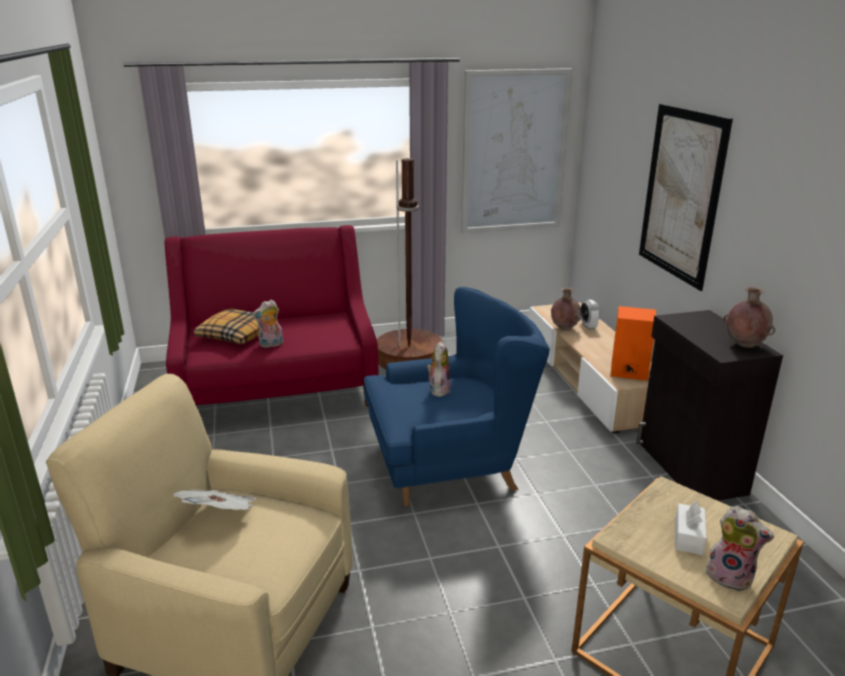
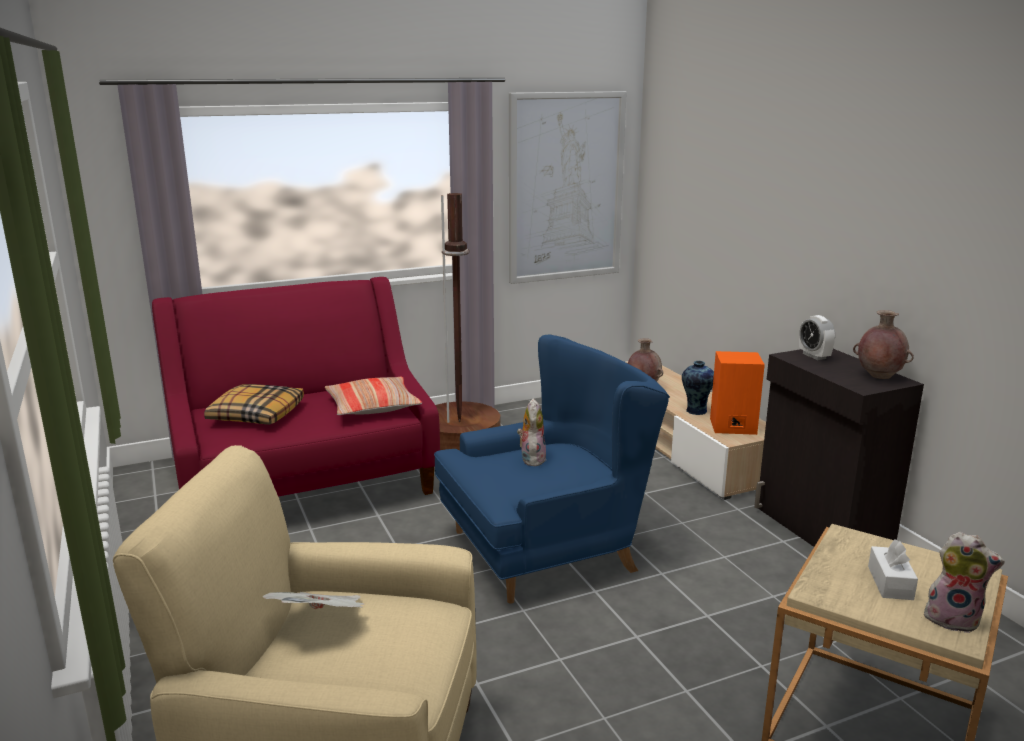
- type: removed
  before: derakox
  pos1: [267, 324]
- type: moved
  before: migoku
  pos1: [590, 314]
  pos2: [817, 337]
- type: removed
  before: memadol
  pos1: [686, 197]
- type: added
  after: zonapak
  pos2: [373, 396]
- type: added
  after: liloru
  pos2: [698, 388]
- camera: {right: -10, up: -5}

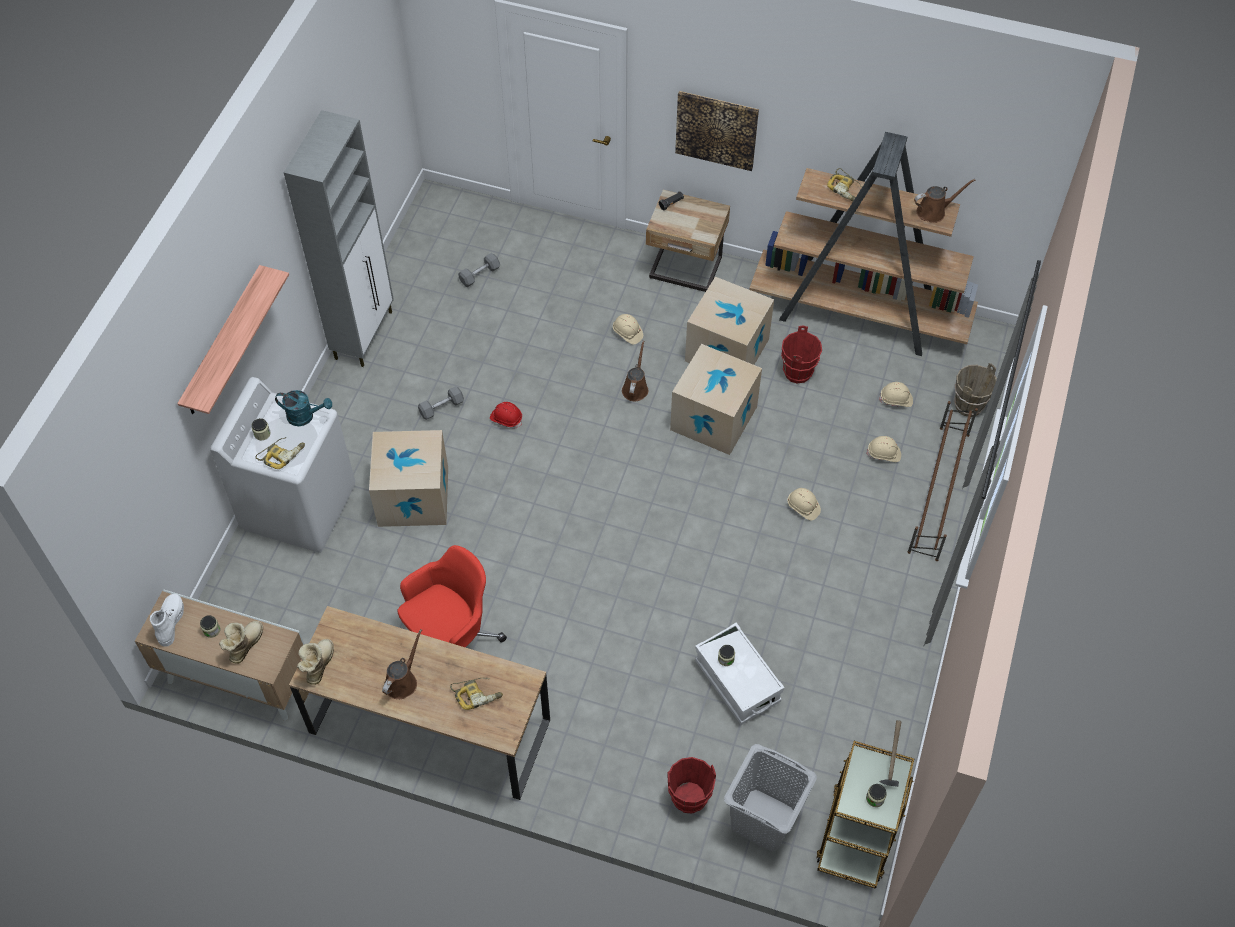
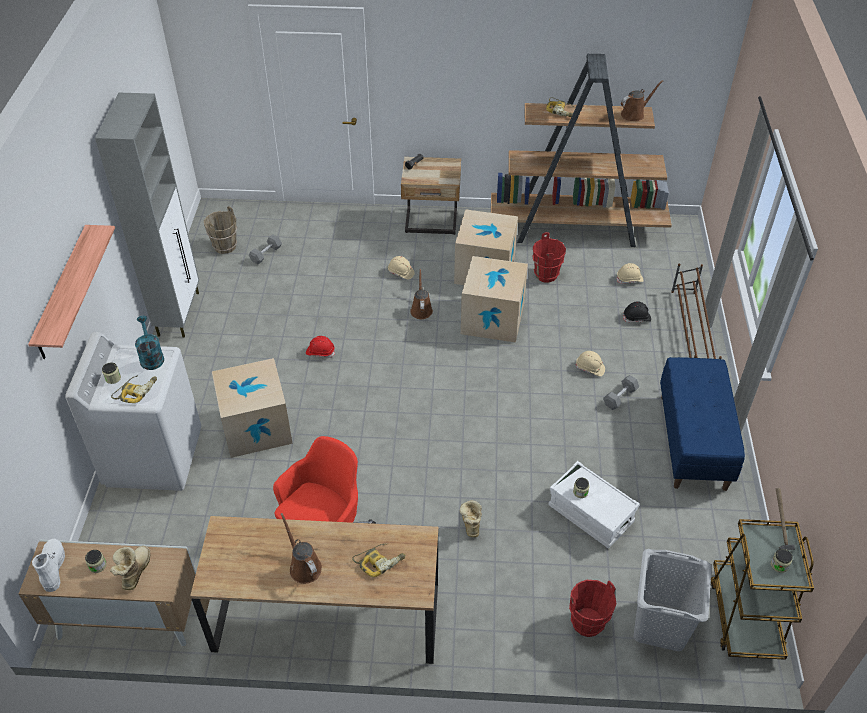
- type: turned
  before: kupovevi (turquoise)
  pos1: [303, 408]
  pos2: [149, 343]
  turn: -105
- type: moved
  before: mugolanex
  pos1: [315, 662]
  pos2: [471, 518]
- type: turned
  before: kupovevi (brown)
  pos1: [402, 664]
  pos2: [301, 548]
  turn: -45
- type: moved
  before: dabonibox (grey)
  pos1: [441, 403]
  pos2: [621, 392]
- type: removed
  before: memadol
  pos1: [717, 131]
- type: recoloured
  before: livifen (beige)
  after: livifen (black)
  pos1: [884, 449]
  pos2: [637, 311]
- type: moved
  before: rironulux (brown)
  pos1: [975, 390]
  pos2: [220, 230]
- type: added
  after: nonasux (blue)
  pos2: [702, 424]
- camera: {right: -15, up: -10}

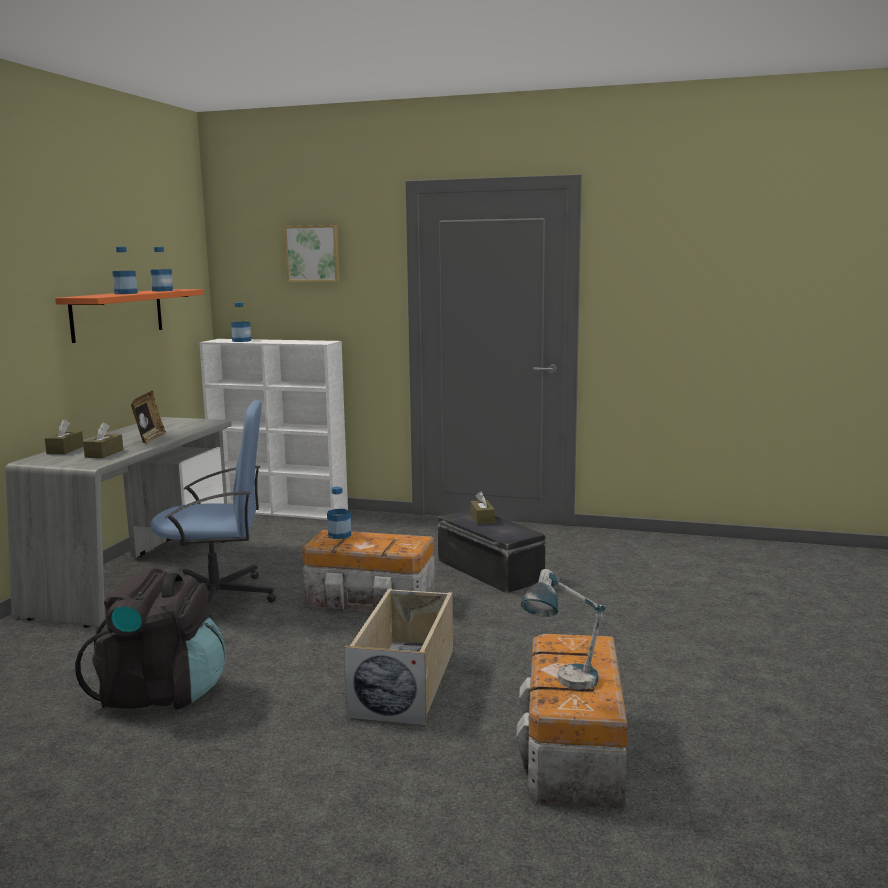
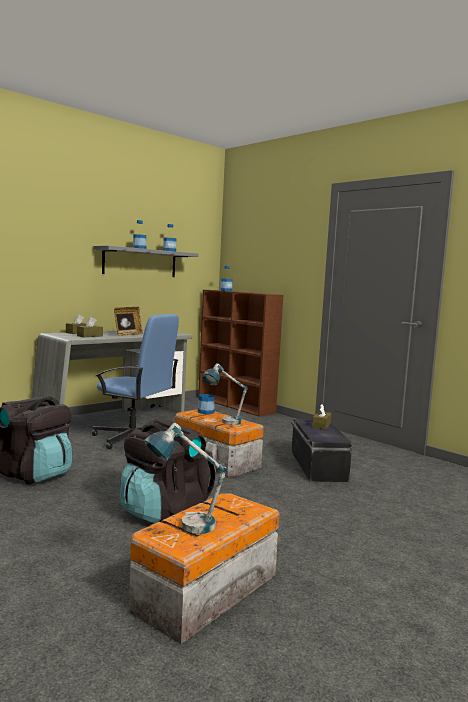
- type: recoloured
  before: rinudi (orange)
  after: rinudi (grey)
  pos1: [129, 316]
  pos2: [146, 261]
- type: recoloured
  before: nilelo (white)
  after: nilelo (brown)
  pos1: [273, 429]
  pos2: [240, 353]
- type: removed
  before: memadol
  pos1: [312, 253]
- type: replaced
  before: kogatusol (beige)
  after: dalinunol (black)
  pos1: [398, 656]
  pos2: [167, 470]
- type: added
  after: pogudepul
  pos2: [225, 394]
- camera: {right: 30, up: -5}

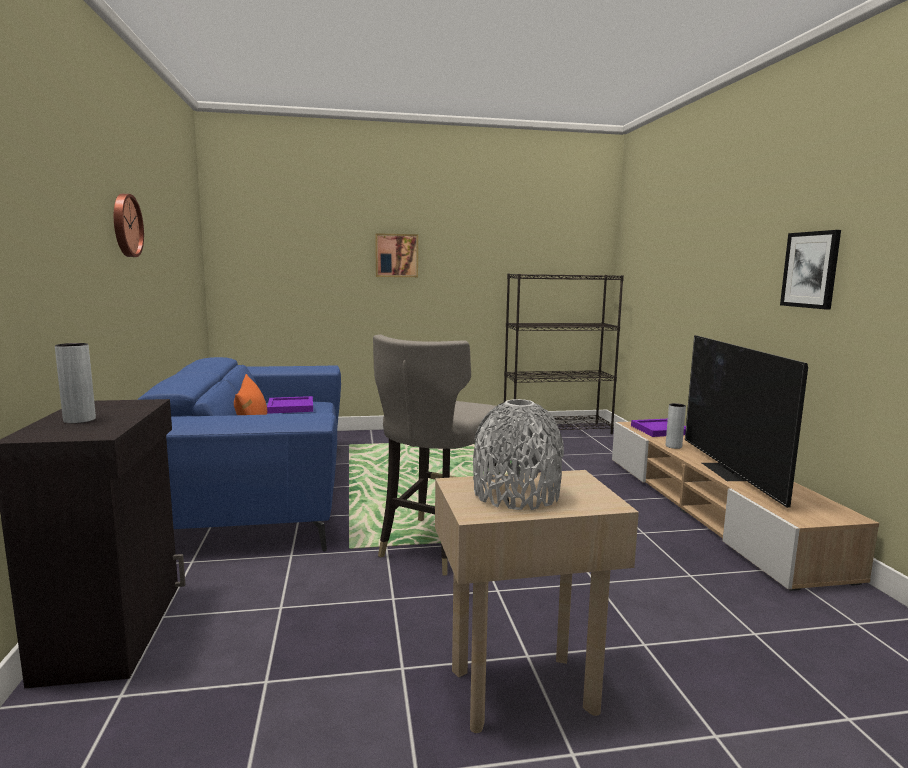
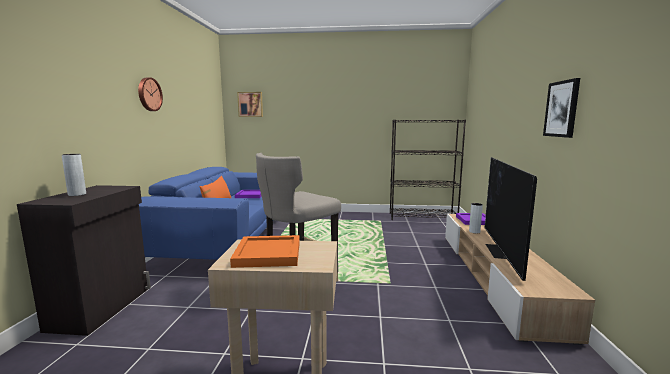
- type: moved
  before: memadol
  pos1: [396, 255]
  pos2: [250, 104]
- type: replaced
  before: liloru (grey)
  after: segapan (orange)
  pos1: [518, 454]
  pos2: [265, 251]
- camera: {right: 15, up: 0}

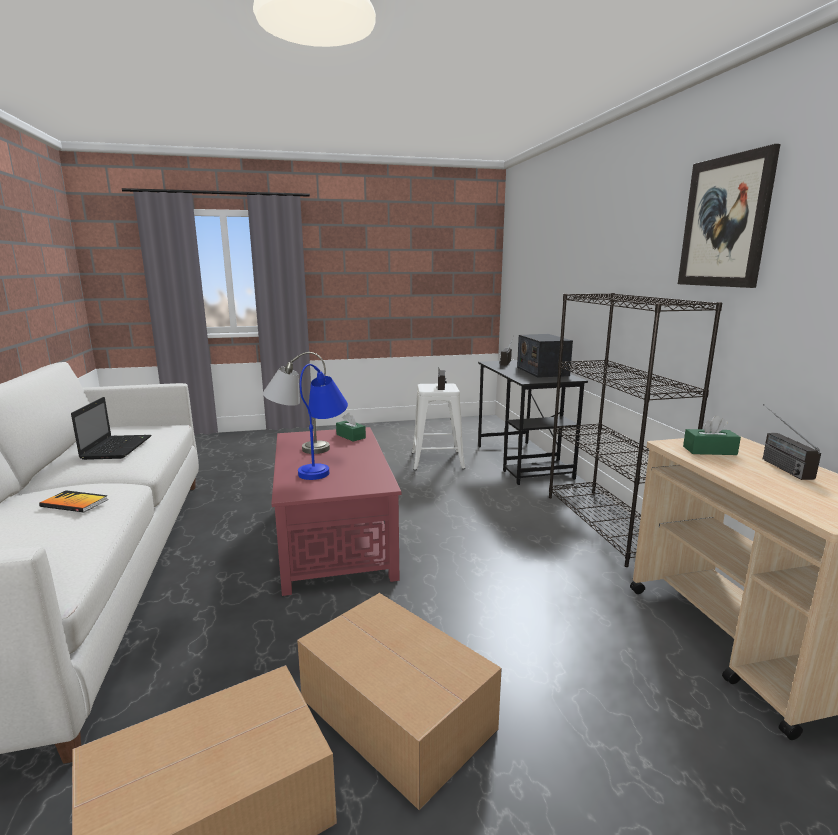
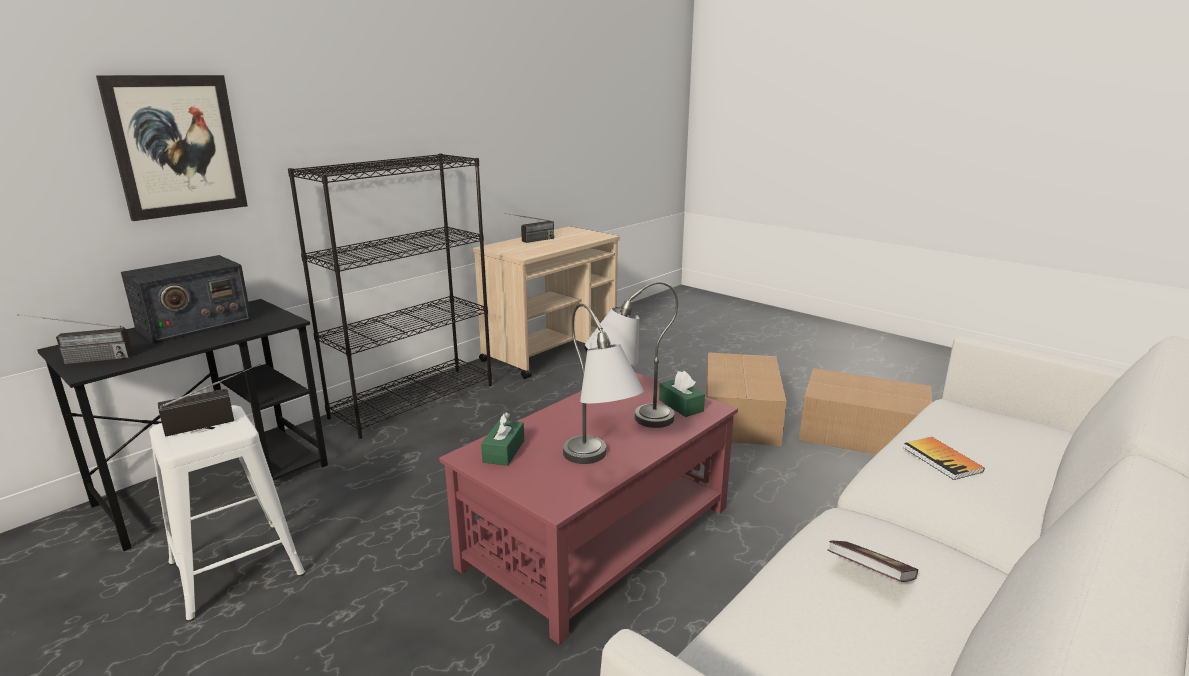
- type: replaced
  before: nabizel
  after: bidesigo
  pos1: [111, 428]
  pos2: [872, 561]
- type: recoloured
  before: pogudepul (blue)
  after: pogudepul (grey)
  pos1: [323, 422]
  pos2: [631, 355]
- type: moved
  before: memadol
  pos1: [729, 216]
  pos2: [172, 148]
- type: moved
  before: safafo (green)
  pos1: [712, 435]
  pos2: [682, 394]
- camera: {right: -125, up: 5}

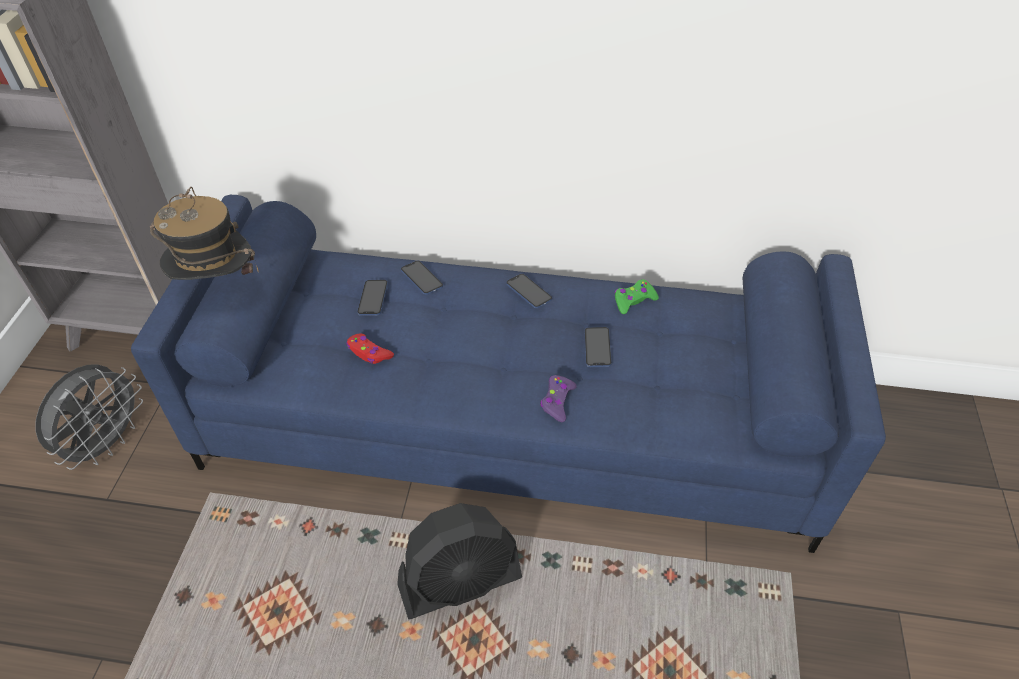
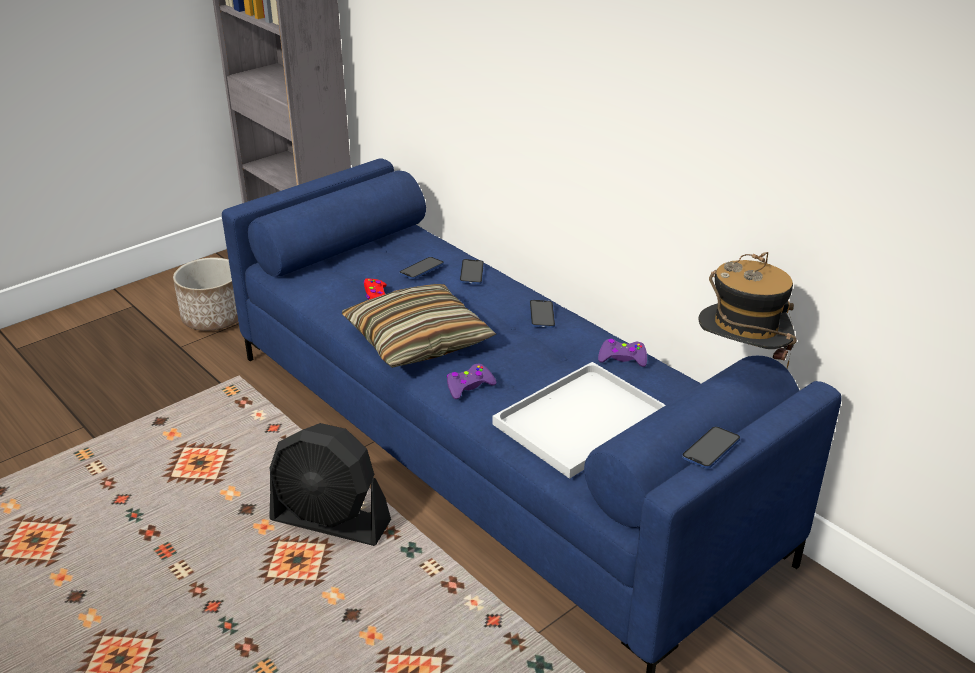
- type: replaced
  before: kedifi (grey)
  after: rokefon
  pos1: [89, 417]
  pos2: [205, 294]
- type: moved
  before: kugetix
  pos1: [204, 233]
  pos2: [747, 310]
- type: moved
  before: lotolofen
  pos1: [598, 347]
  pos2: [711, 447]
- type: recoloured
  before: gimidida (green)
  after: gimidida (purple)
  pos1: [636, 296]
  pos2: [622, 353]
- type: added
  after: zonapak
  pos2: [419, 326]
- type: added
  after: segapan (white)
  pos2: [579, 420]
- camera: {right: 40, up: -15}

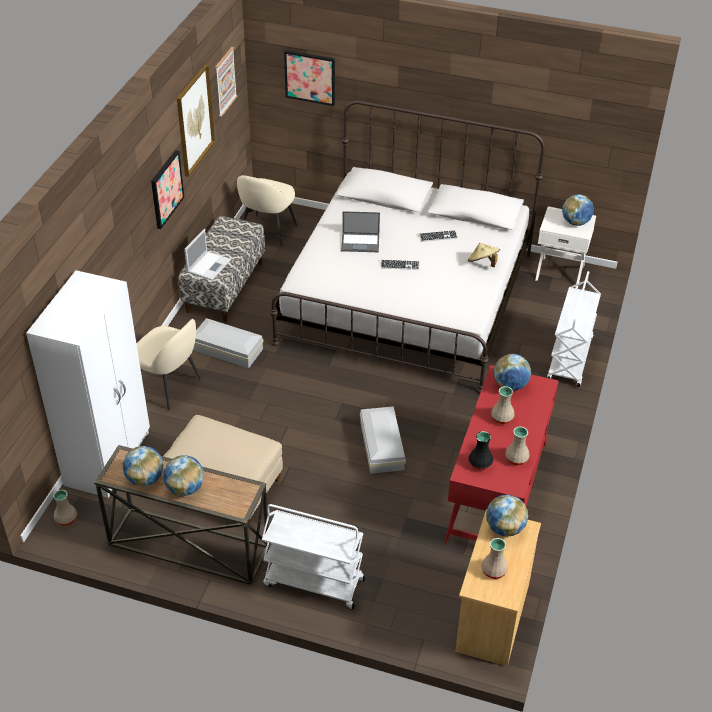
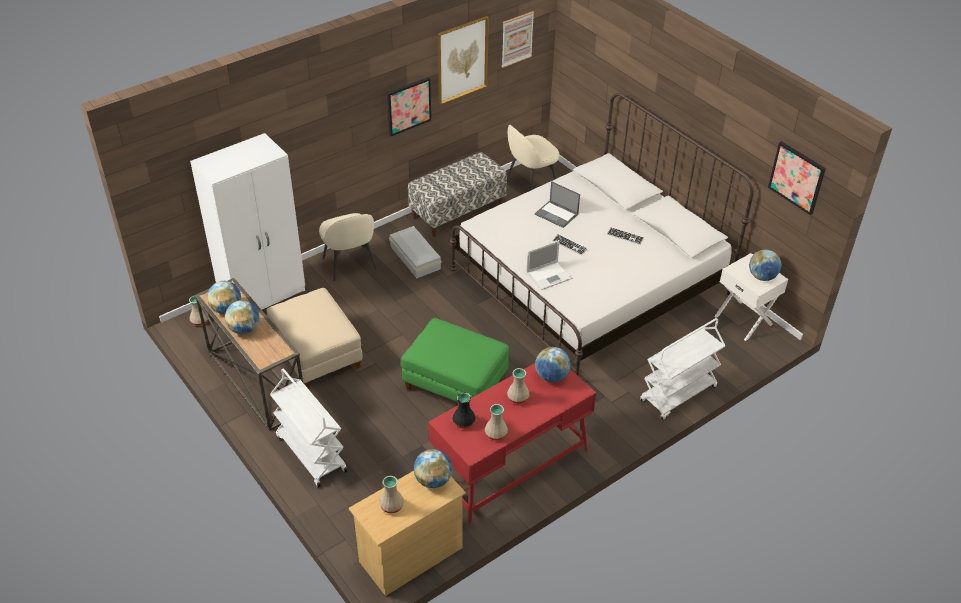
- type: moved
  before: nabizel
  pos1: [207, 254]
  pos2: [549, 265]
- type: moved
  before: memadol
  pos1: [309, 78]
  pos2: [797, 178]
- type: replaced
  before: kogatusol (white)
  after: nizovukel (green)
  pos1: [383, 440]
  pos2: [455, 360]
- type: removed
  before: kugetix (beige)
  pos1: [484, 255]
- camera: {right: 35, up: 0}

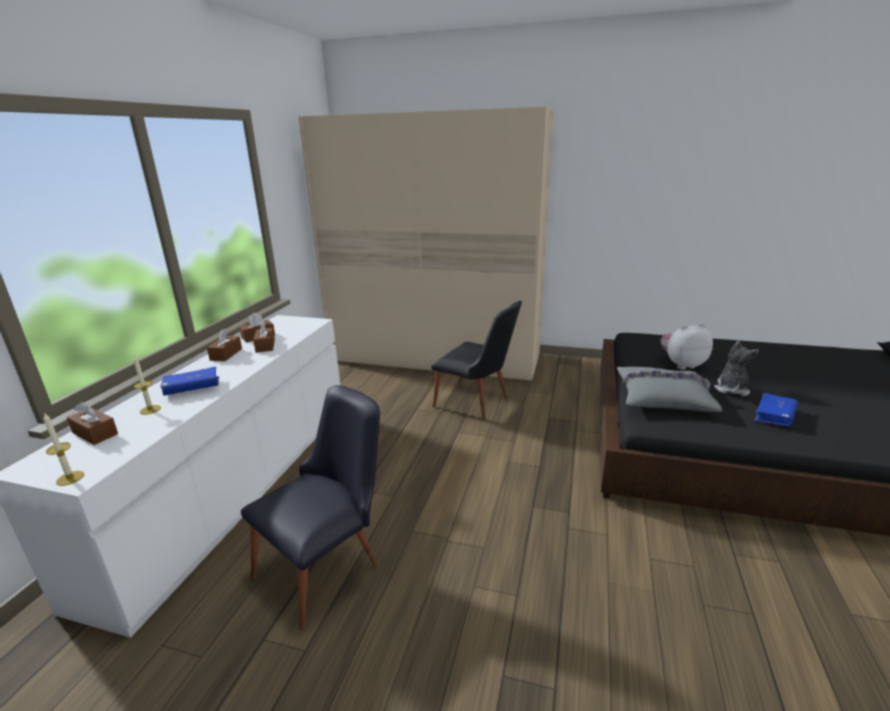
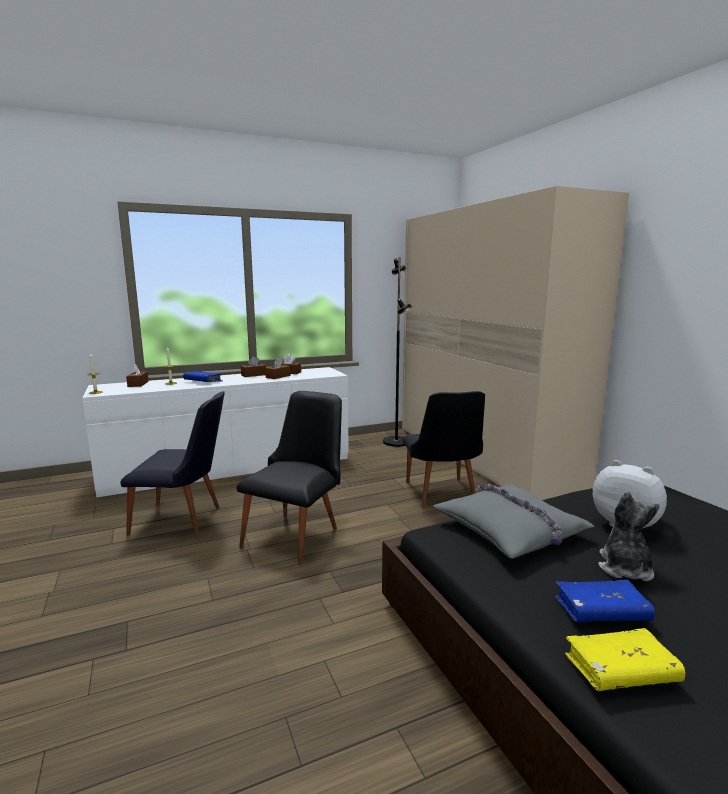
- type: turned
  before: derakox
  pos1: [736, 368]
  pos2: [629, 536]
  turn: -60
- type: added
  after: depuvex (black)
  pos2: [289, 478]
- type: added
  after: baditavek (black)
  pos2: [397, 352]
- type: added
  after: bidesigo (yellow)
  pos2: [625, 659]
- camera: {right: 50, up: -10}

